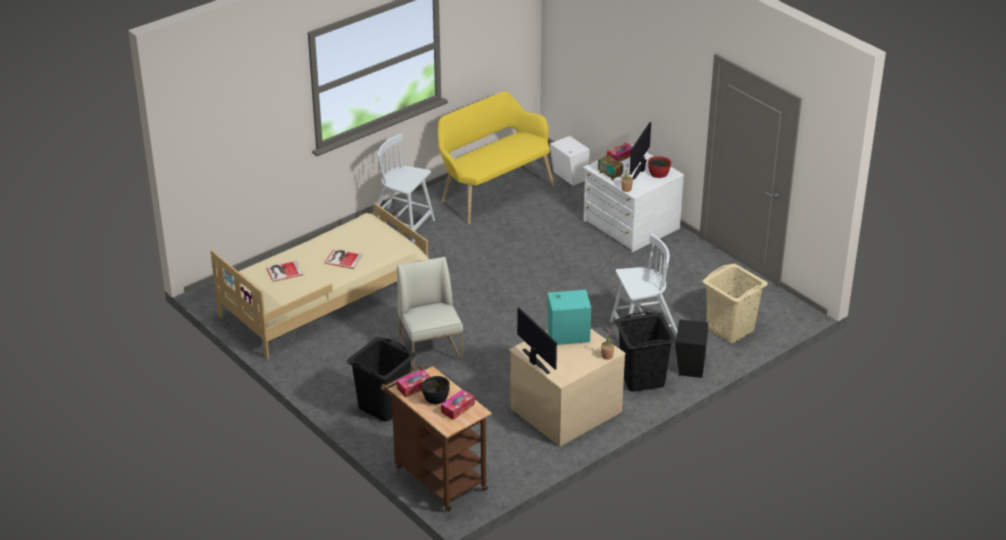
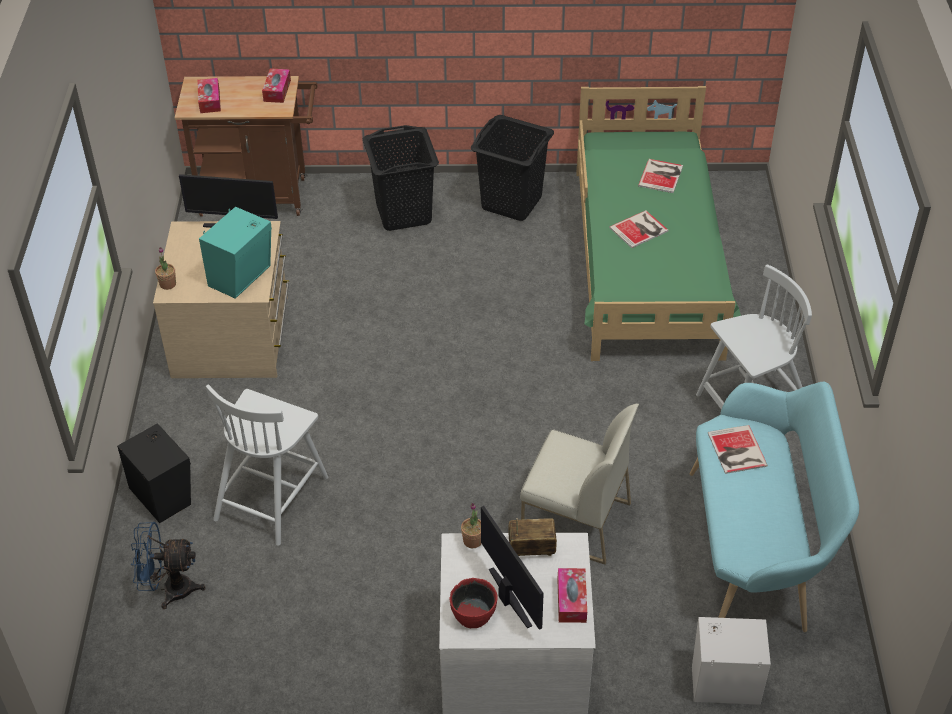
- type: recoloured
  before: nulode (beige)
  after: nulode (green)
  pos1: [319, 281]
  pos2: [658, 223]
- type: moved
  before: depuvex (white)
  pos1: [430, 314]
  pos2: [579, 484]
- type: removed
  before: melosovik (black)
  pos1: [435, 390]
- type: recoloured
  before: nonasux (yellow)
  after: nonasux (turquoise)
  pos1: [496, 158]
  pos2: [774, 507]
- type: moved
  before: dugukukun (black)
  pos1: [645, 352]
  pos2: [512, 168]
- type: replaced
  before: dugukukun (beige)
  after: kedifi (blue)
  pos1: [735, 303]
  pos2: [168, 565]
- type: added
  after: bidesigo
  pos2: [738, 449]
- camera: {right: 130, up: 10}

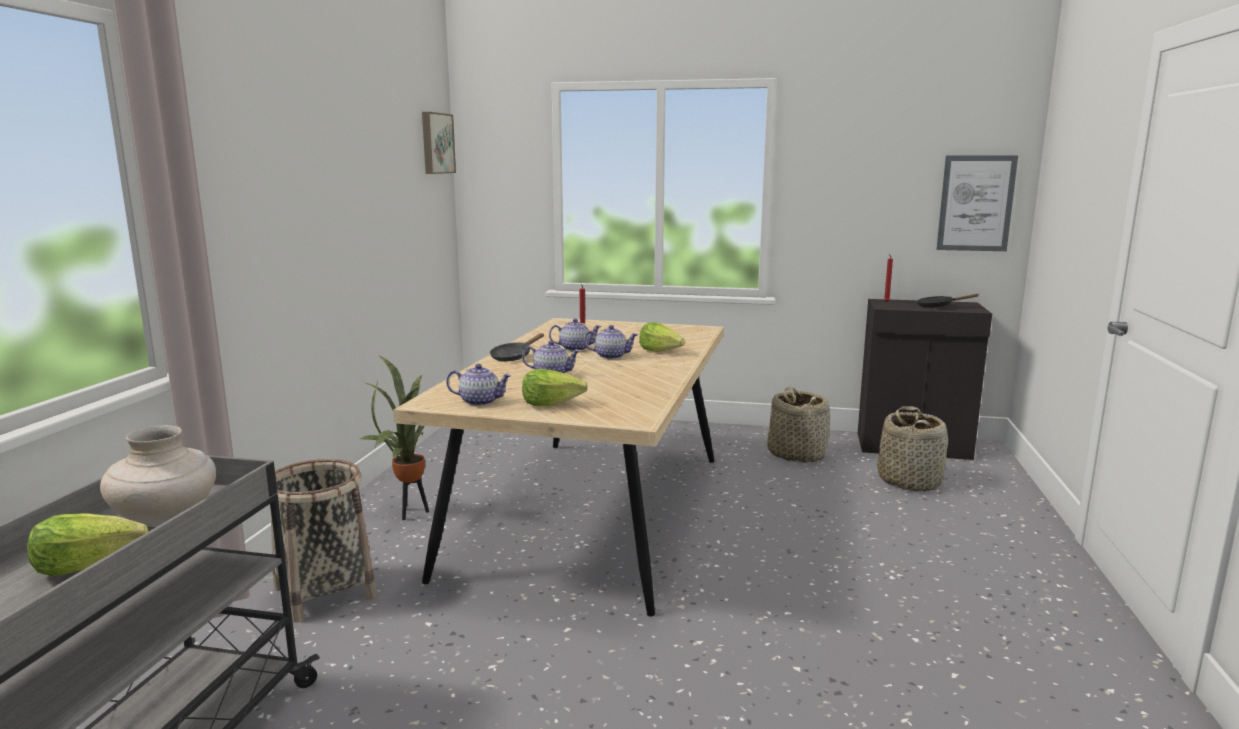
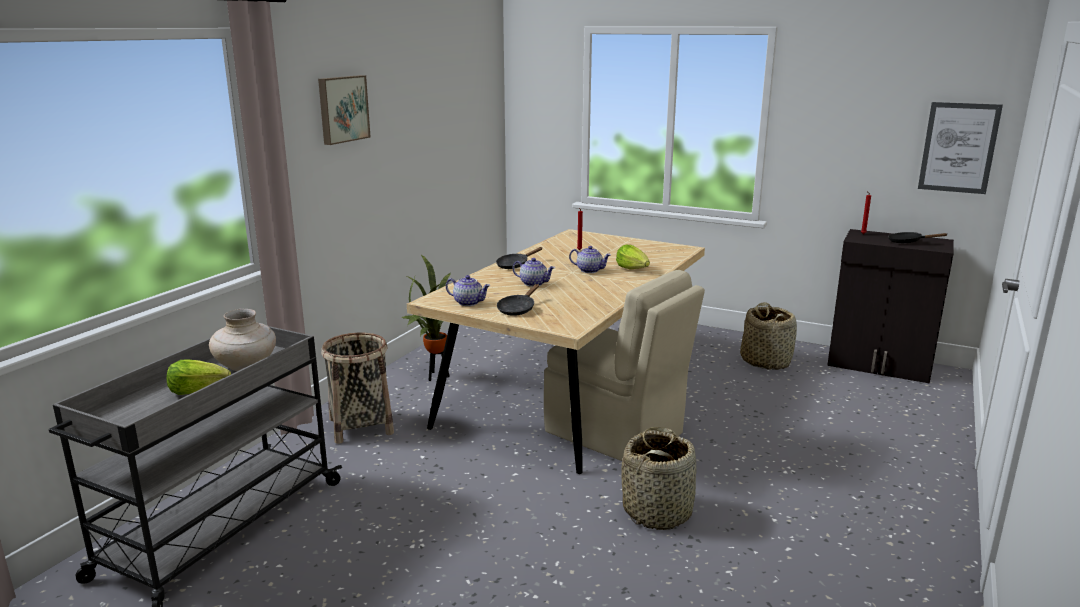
- type: moved
  before: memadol
  pos1: [439, 143]
  pos2: [344, 110]
- type: replaced
  before: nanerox
  after: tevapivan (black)
  pos1: [555, 387]
  pos2: [518, 300]
- type: removed
  before: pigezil
  pos1: [575, 335]
- type: moved
  before: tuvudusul
  pos1: [912, 449]
  pos2: [658, 478]
- type: added
  after: depuvex (beige)
  pos2: [624, 365]
- camera: {right: 15, up: 5}

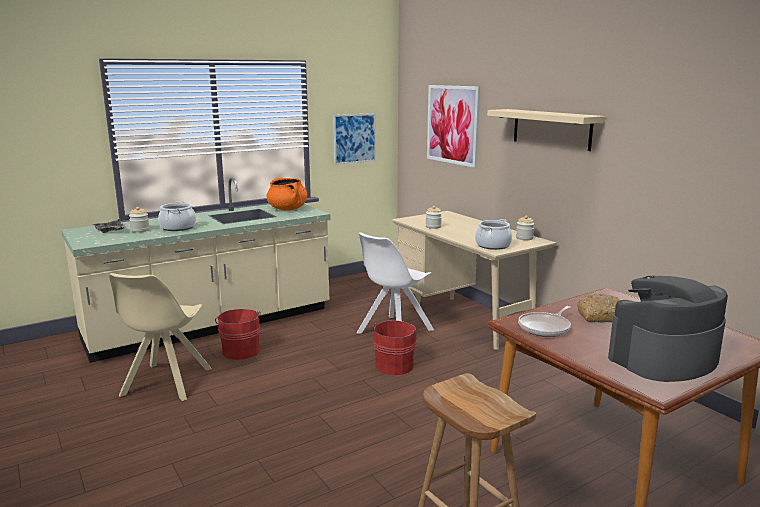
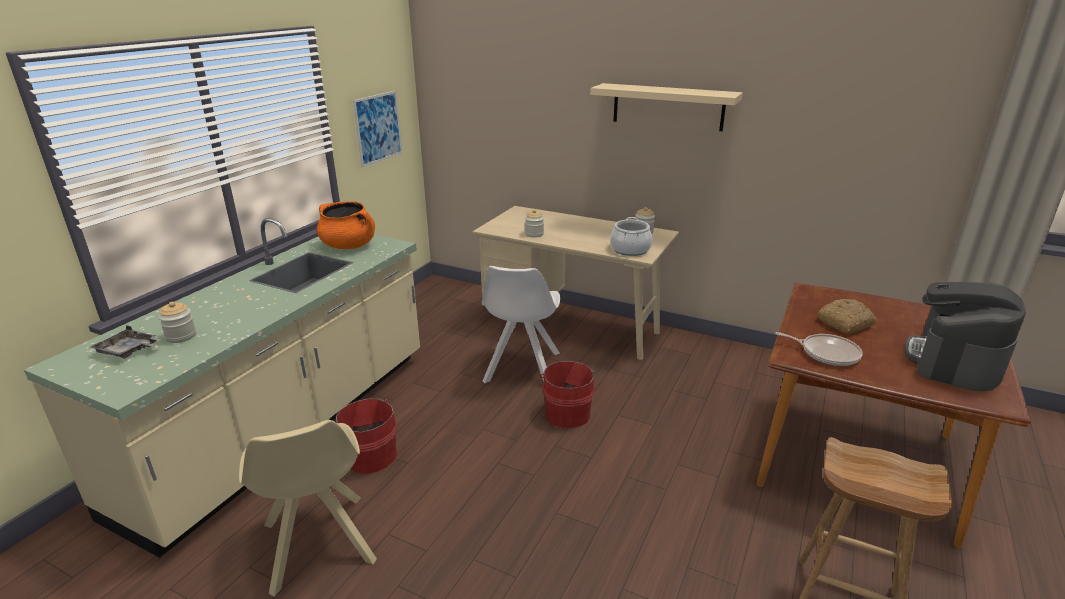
- type: removed
  before: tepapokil
  pos1: [177, 216]
- type: removed
  before: memadol
  pos1: [453, 126]
- type: turned
  before: tevapivan
  pos1: [544, 321]
  pos2: [819, 349]
  turn: -75
- camera: {right: -30, up: 10}

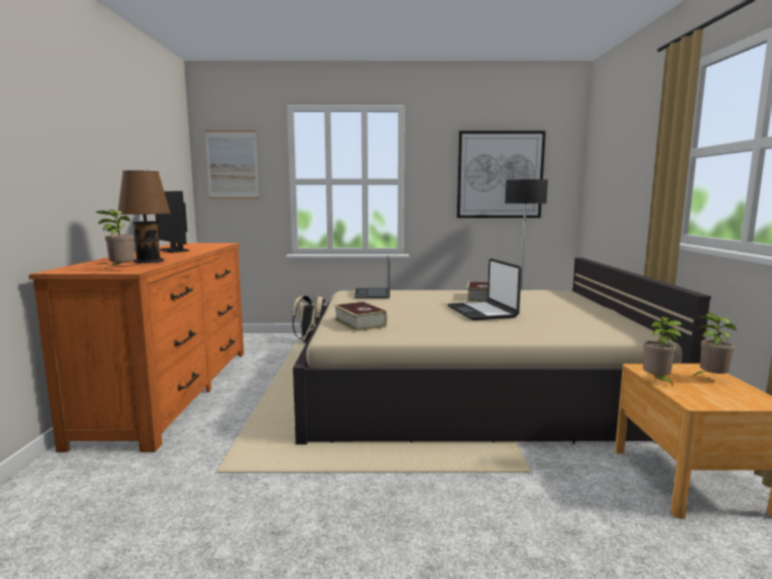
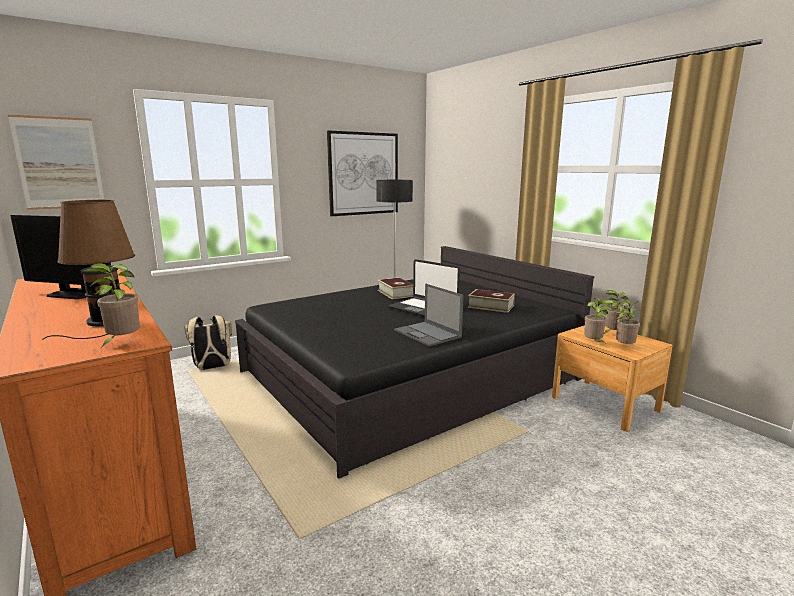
- type: recoloured
  before: nulode (beige)
  after: nulode (black)
  pos1: [502, 350]
  pos2: [415, 362]
- type: moved
  before: bidesigo
  pos1: [360, 317]
  pos2: [491, 301]
- type: moved
  before: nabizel
  pos1: [372, 277]
  pos2: [429, 315]
- type: added
  after: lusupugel
  pos2: [628, 321]
- camera: {right: -35, up: 5}

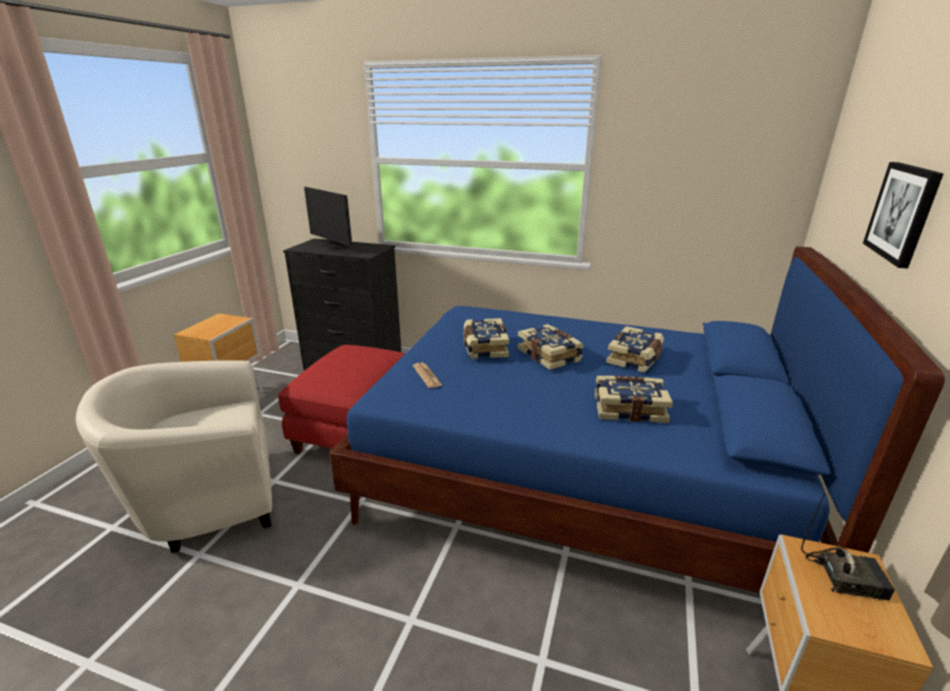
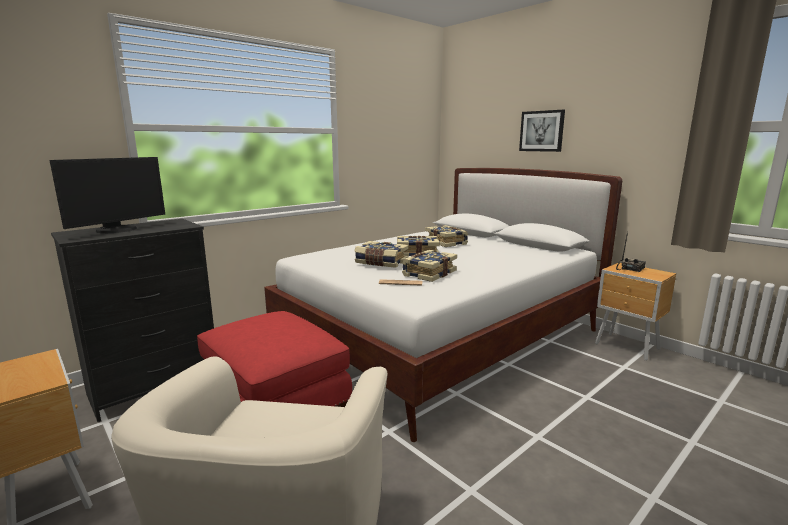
- type: turned
  before: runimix
  pos1: [328, 218]
  pos2: [107, 195]
  turn: -45
- type: recoloured
  before: nulode (blue)
  after: nulode (white)
  pos1: [637, 419]
  pos2: [443, 305]
- type: moved
  before: bidesigo
  pos1: [634, 399]
  pos2: [429, 266]
- camera: {right: -60, up: -10}

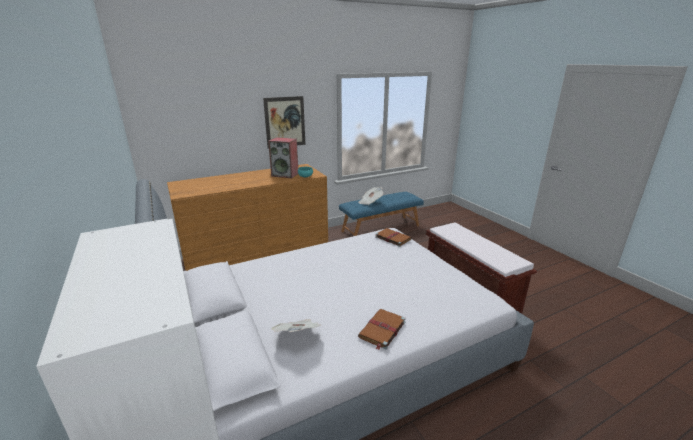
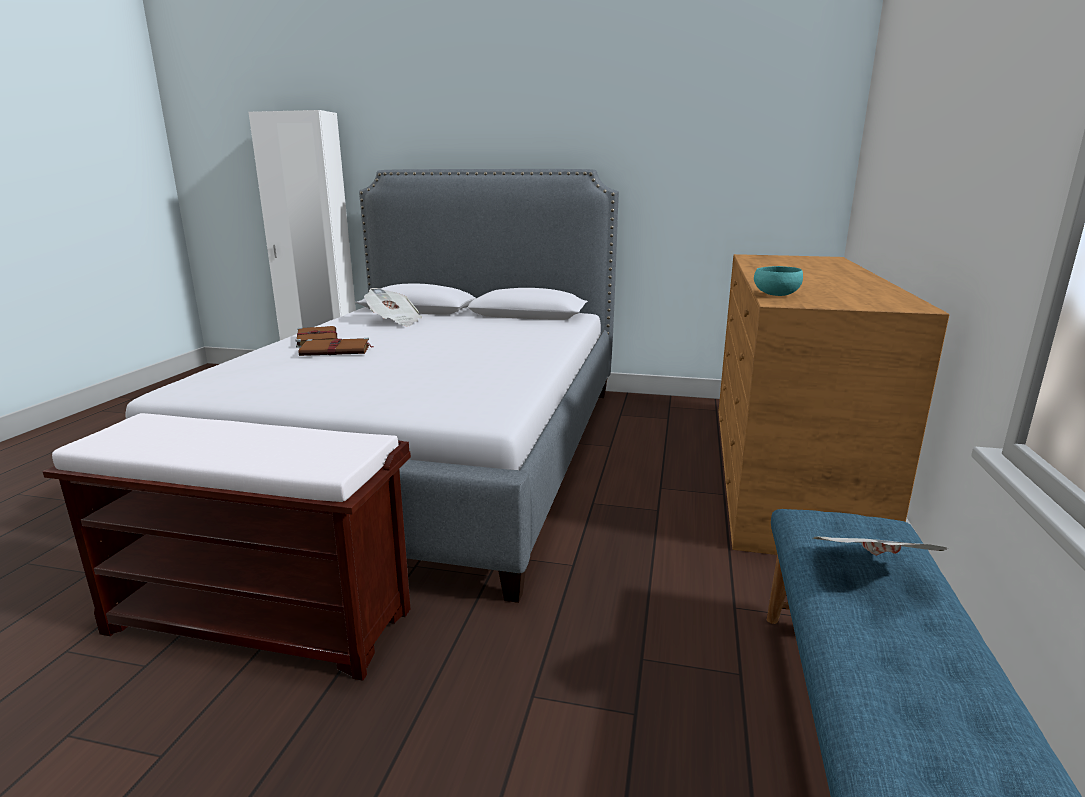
- type: removed
  before: memadol
  pos1: [284, 122]
- type: removed
  before: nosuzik
  pos1: [283, 157]
- type: moved
  before: bidesigo (brown)
  pos1: [393, 237]
  pos2: [336, 347]
- camera: {right: 130, up: -5}

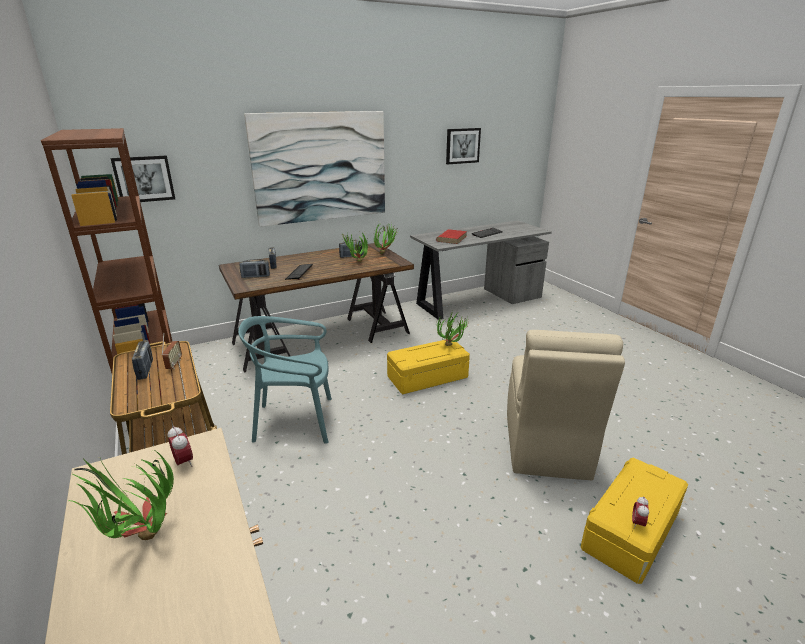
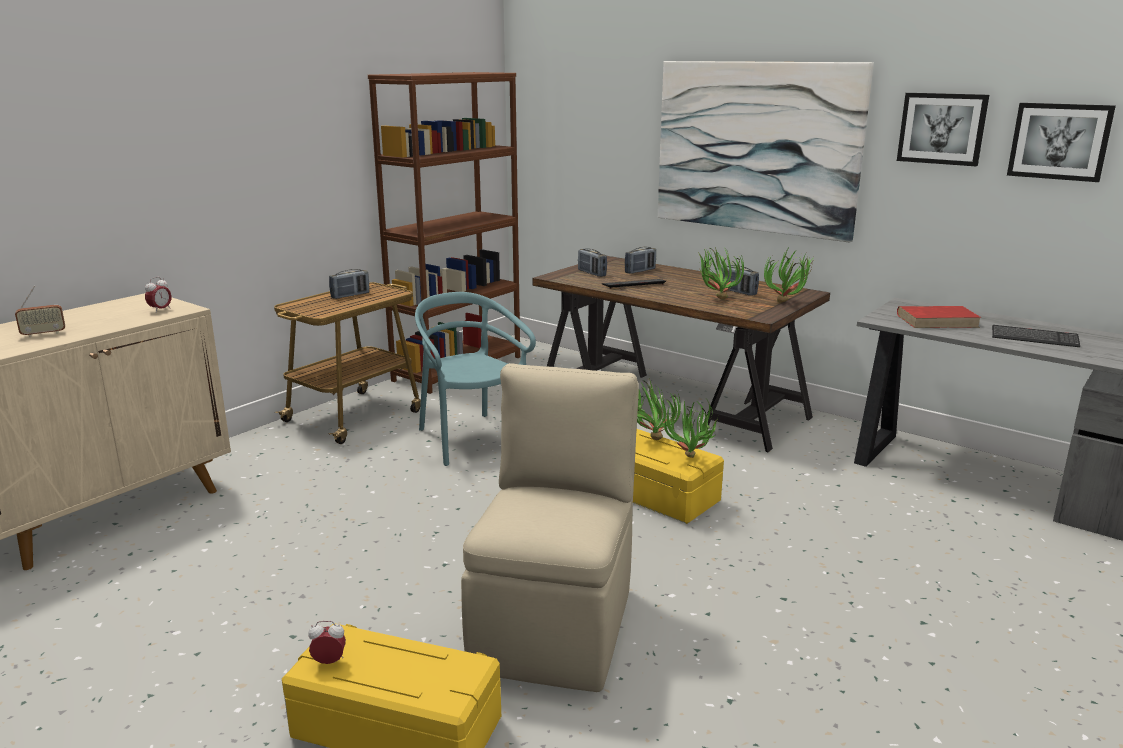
- type: moved
  before: lusupugel
  pos1: [121, 495]
  pos2: [659, 409]
- type: moved
  before: memadol
  pos1: [143, 179]
  pos2: [943, 129]
- type: moved
  before: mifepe
  pos1: [171, 351]
  pos2: [40, 311]
- type: turned
  before: depuvex (beige)
  pos1: [566, 405]
  pos2: [550, 527]
  turn: 120
- camera: {right: 65, up: -5}

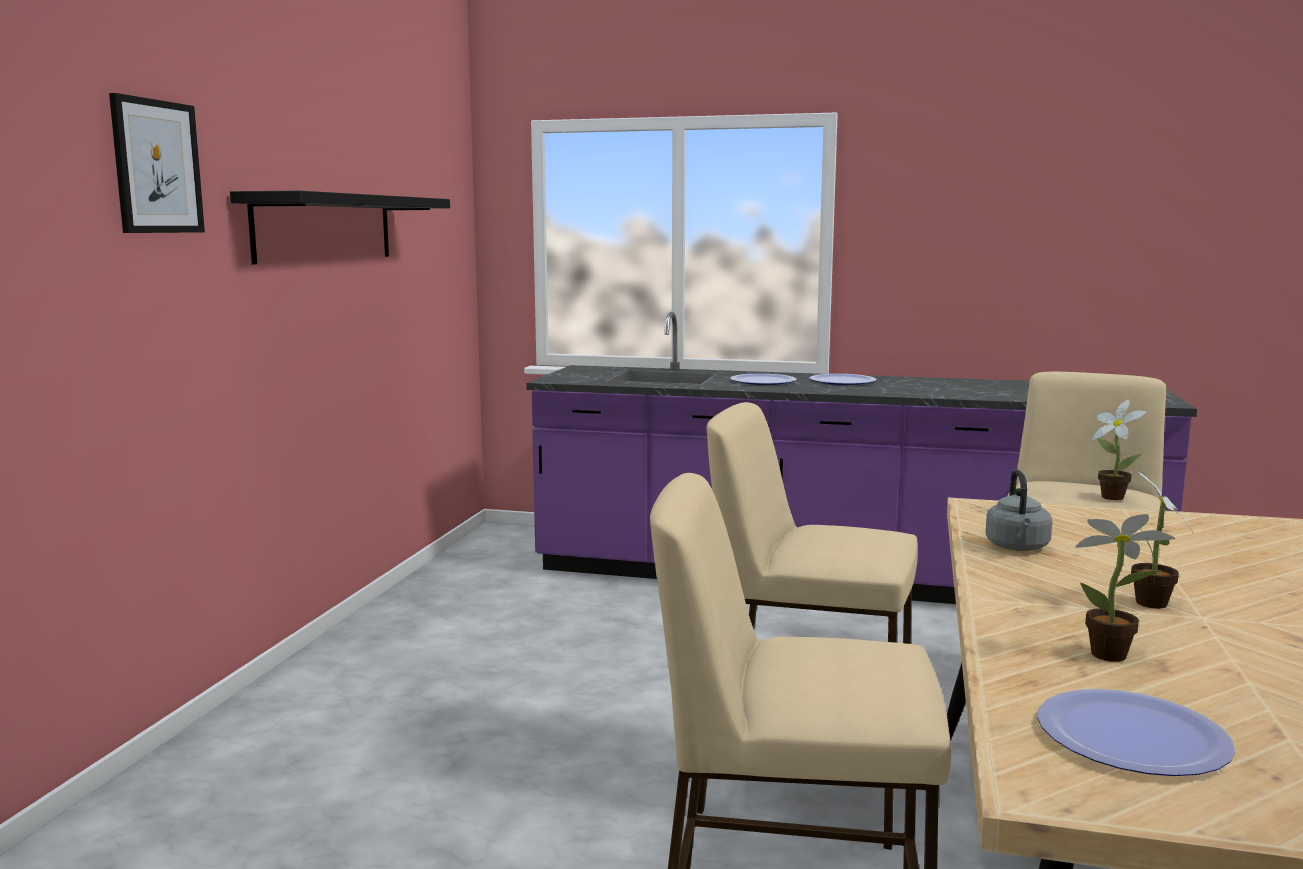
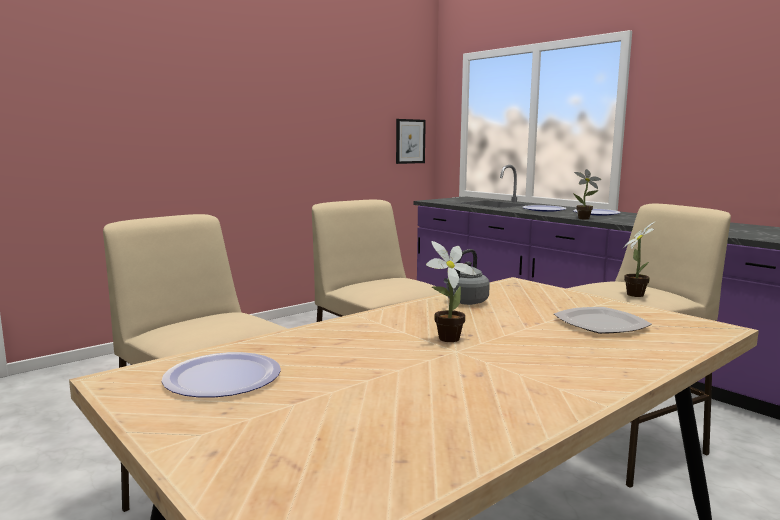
- type: moved
  before: memadol
  pos1: [157, 163]
  pos2: [411, 141]
- type: removed
  before: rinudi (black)
  pos1: [340, 227]
- type: moved
  before: lusupugel
  pos1: [1125, 588]
  pos2: [587, 194]
- type: added
  after: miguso
  pos2: [603, 320]
- camera: {right: 35, up: 0}

